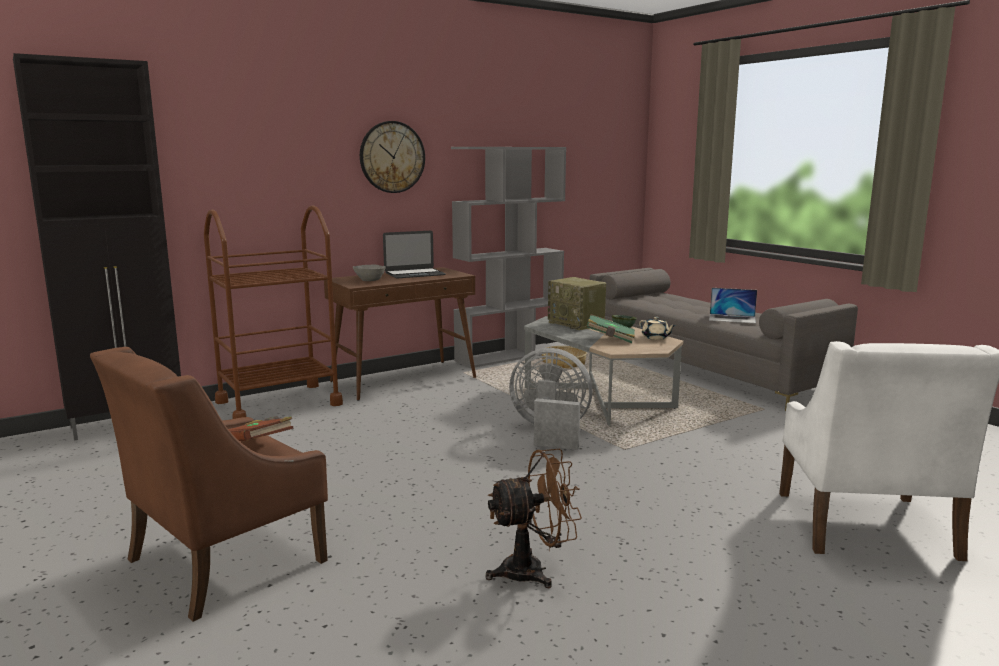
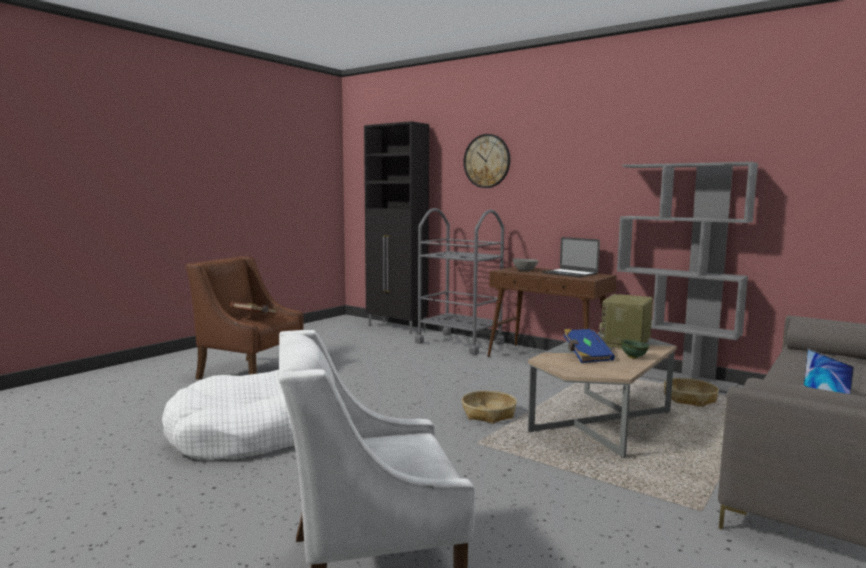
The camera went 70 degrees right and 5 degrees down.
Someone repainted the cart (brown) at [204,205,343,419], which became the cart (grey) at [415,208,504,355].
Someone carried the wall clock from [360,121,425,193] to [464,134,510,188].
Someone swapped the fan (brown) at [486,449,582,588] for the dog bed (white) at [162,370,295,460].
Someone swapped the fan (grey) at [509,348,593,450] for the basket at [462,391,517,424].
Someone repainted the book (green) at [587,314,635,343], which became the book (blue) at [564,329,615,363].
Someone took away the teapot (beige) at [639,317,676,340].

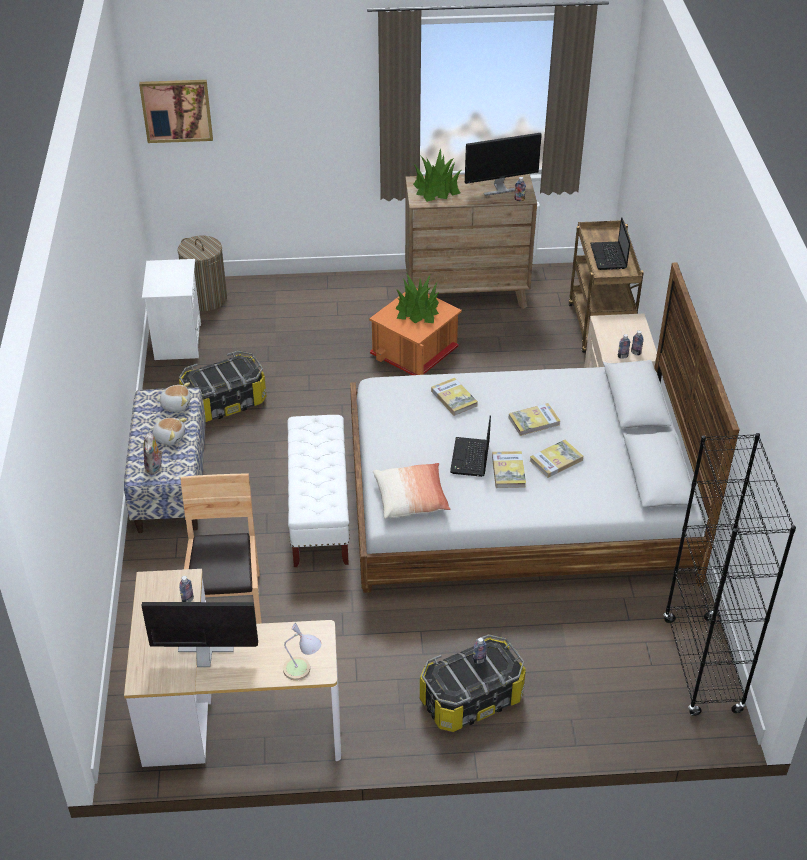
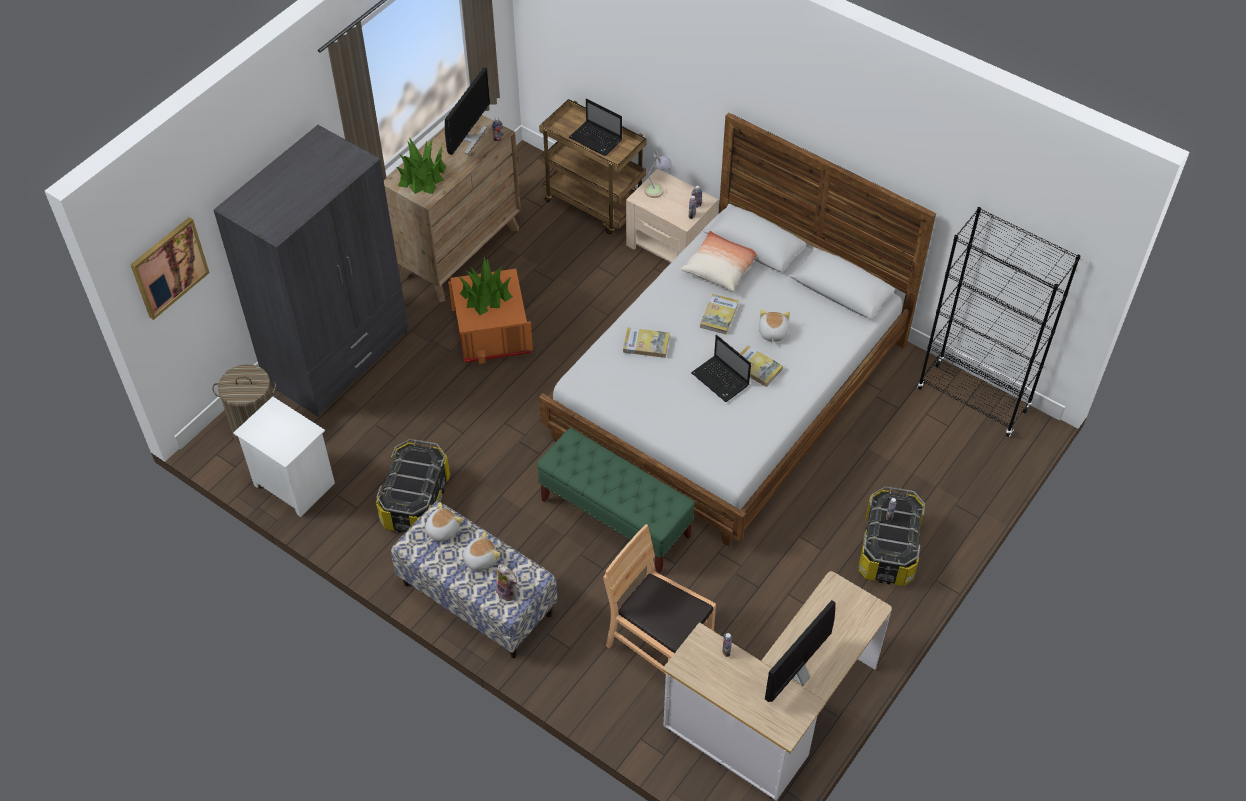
The camera went 50 degrees left and 10 degrees up.
Someone carried the table lamp from [283,623,321,681] to [644,151,672,198].
Someone repainted the bench (white) at [287,415,350,567], which became the bench (green) at [537,428,695,574].
Someone carried the pillow from [373,463,451,519] to [680,231,757,292].
Someone swapped the book at [530,440,583,478] for the plush toy at [759,309,790,344].
Someone put down the wardrobe (grey) at [214,125,408,417].

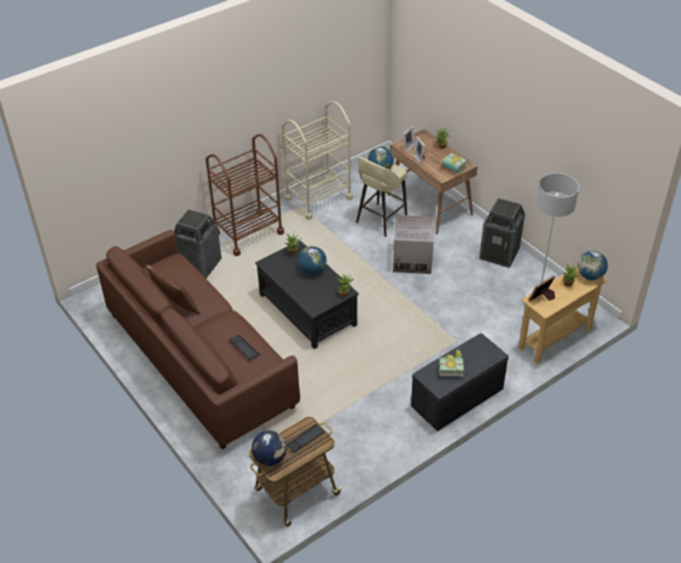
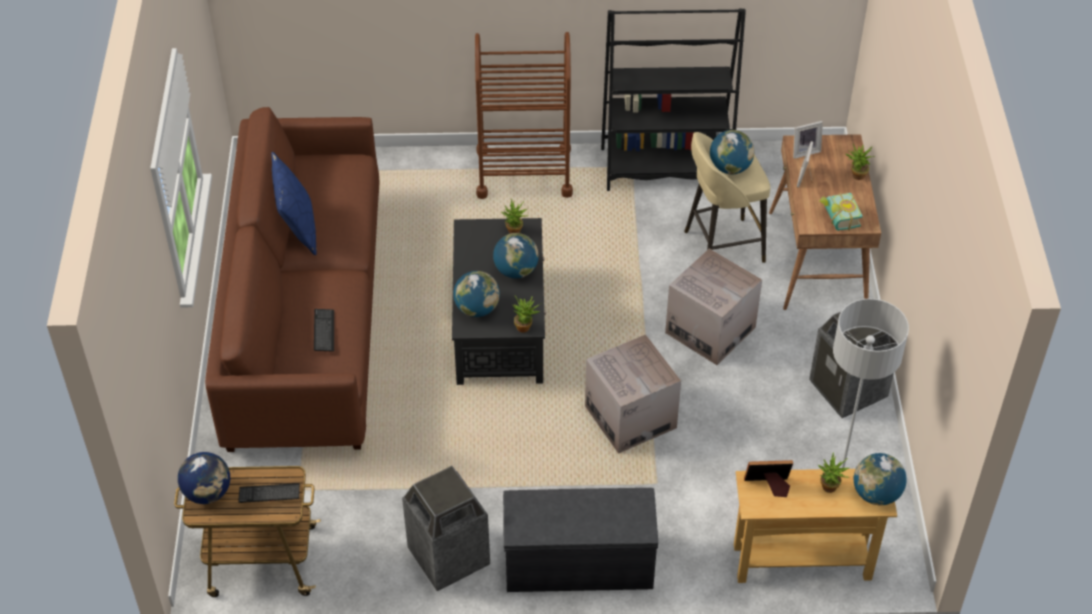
The camera went 35 degrees right and 5 degrees up.
Someone repainted the pillow (brown) at [145,265,200,314], which became the pillow (blue) at [271,152,317,255].
Someone carried the trash can from [174,209,222,278] to [402,466,490,591].
Someone swapped the cart (beige) at [282,101,353,220] for the bookcase (black) at [601,8,746,191].
Someone took away the book at [438,349,464,377].
Someone put down the globe at [453,271,500,317].
Someone put down the cardboard box at [585,334,681,454].

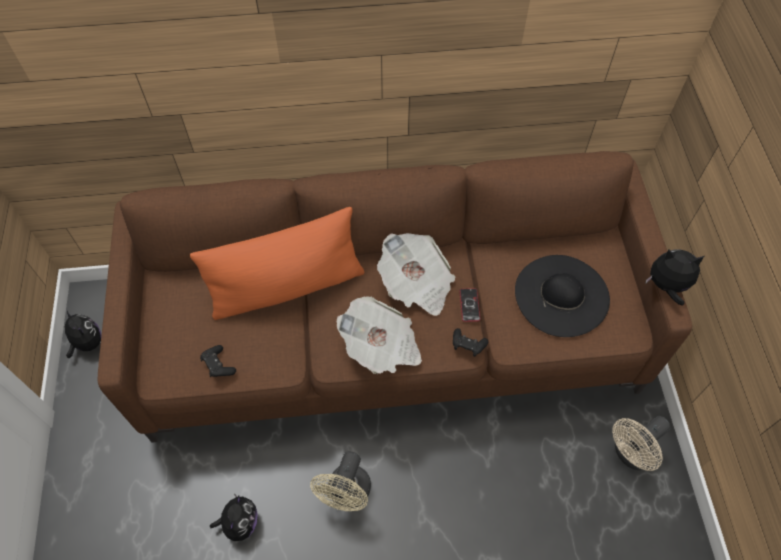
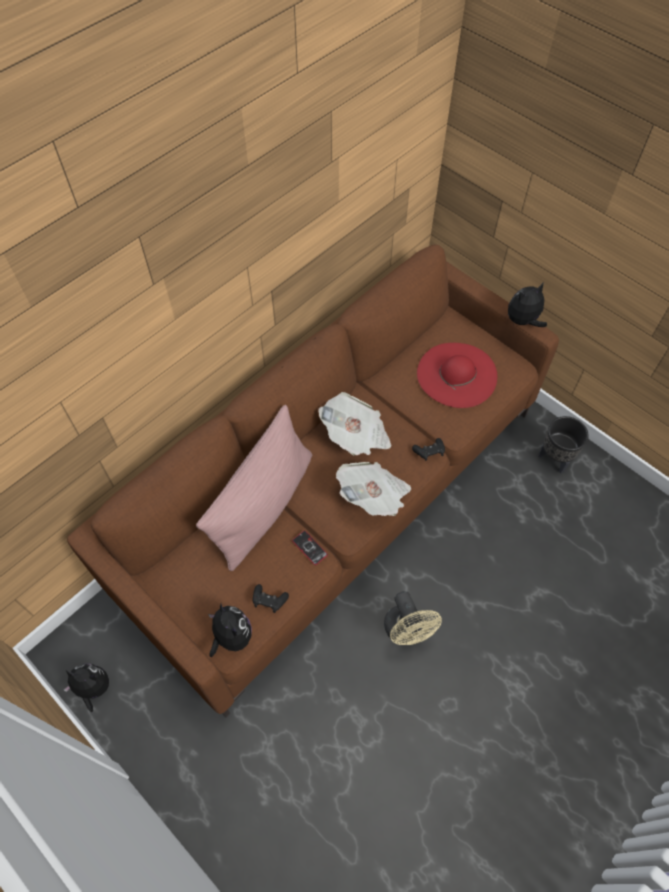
The camera went 40 degrees left and 0 degrees up.
Someone repainted the pillow (orange) at [190,207,364,320], which became the pillow (pink) at [196,405,312,571].
Someone carried the plush toy from [210,493,258,541] to [208,604,252,657].
Someone carried the phone from [459,288,480,322] to [292,531,328,565].
Someone repainted the hat (black) at [515,255,610,337], which became the hat (red) at [417,343,497,408].
Someone swapped the fan (beige) at [612,416,670,471] for the planter (black) at [538,416,589,473].

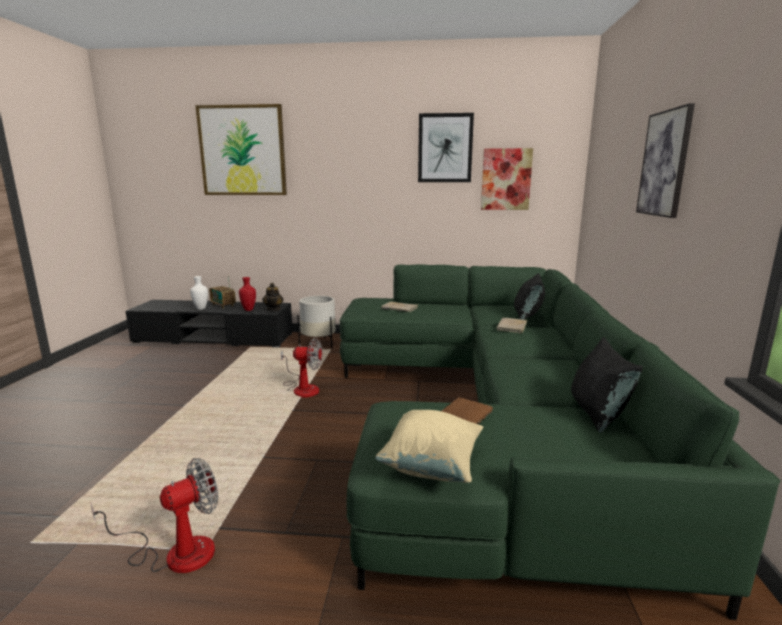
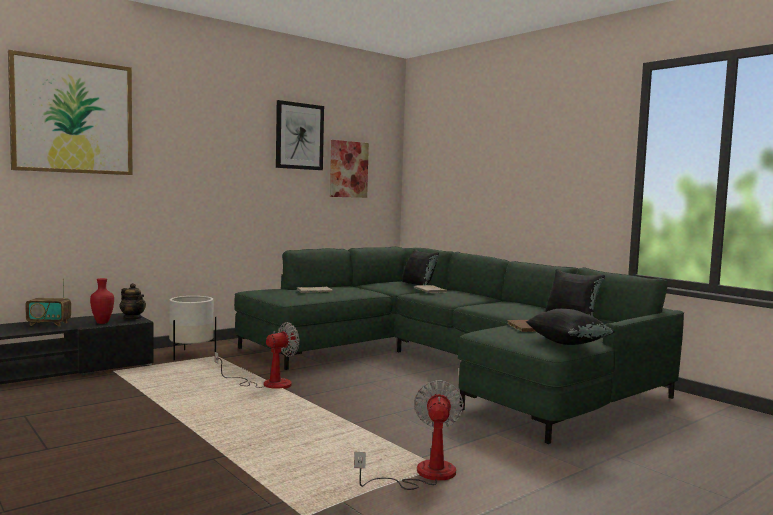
The camera went 45 degrees left and 10 degrees down.
Someone took away the vase (white) at [190,276,208,310].
Someone repainted the pillow (beige) at [375,410,483,483], which became the pillow (black) at [526,309,615,345].
Someone took away the picture at [636,103,695,218].

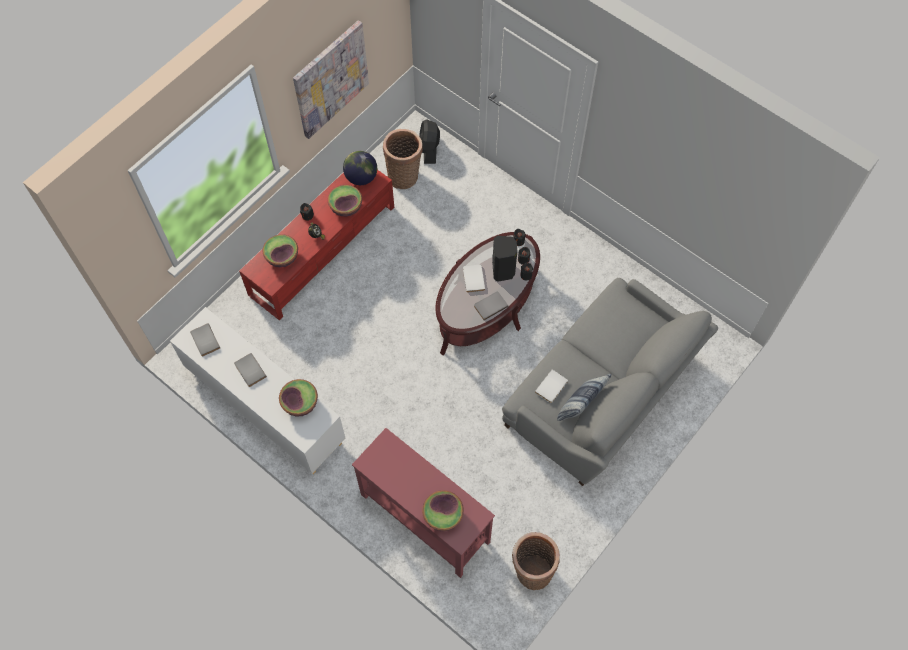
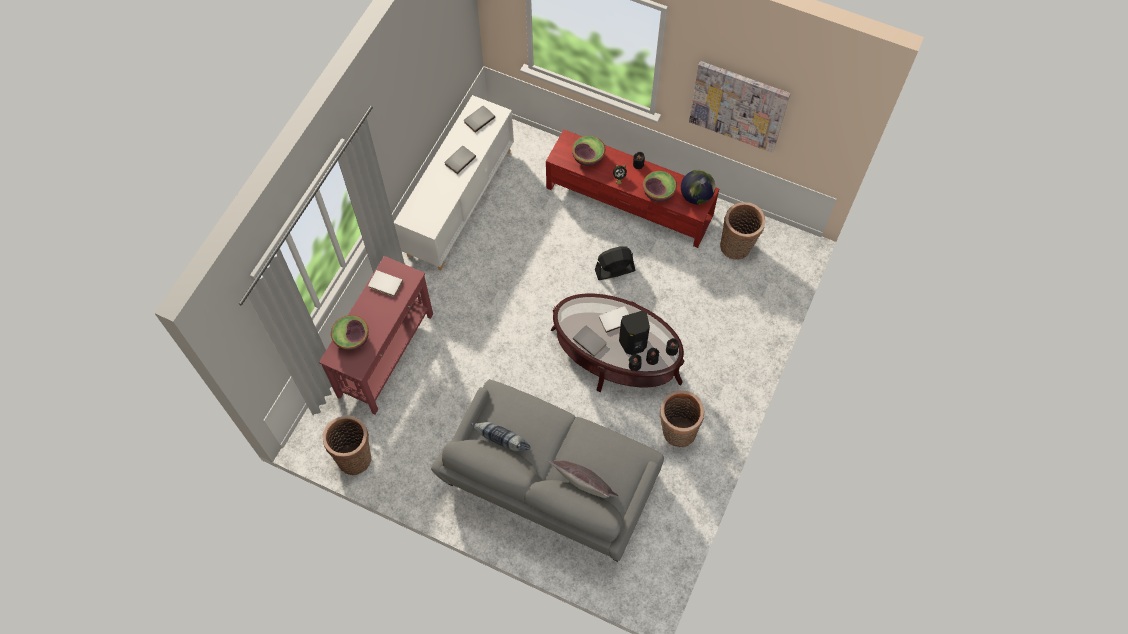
The camera went 75 degrees right and 0 degrees up.
Someone took away the bowl at [279,379,318,417].
Someone carried the fan (black) from [419,119,440,164] to [595,246,635,280].
Someone carried the book (white) from [535,369,568,403] to [368,270,403,297].
Someone put down the pillow (grey) at [549,460,618,498].
Someone put down the basket at [660,390,704,447].

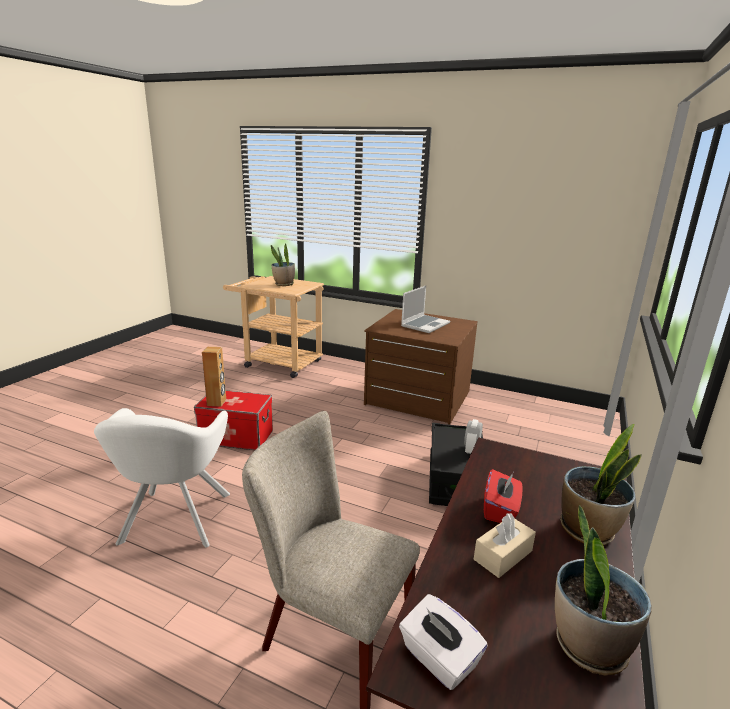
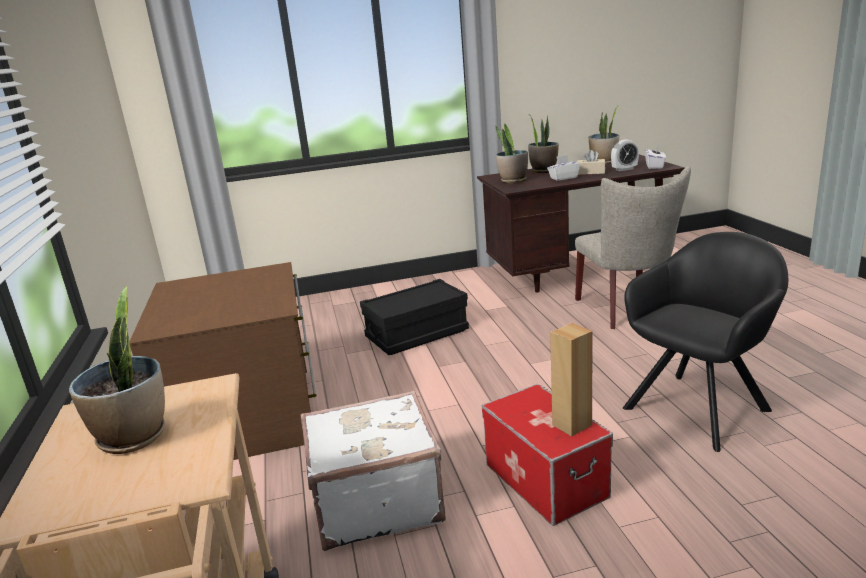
The camera went 125 degrees left and 0 degrees up.
Someone repainted the armchair (white) at [94,408,230,547], which became the armchair (black) at [623,232,788,452].
Someone took away the laptop at [401,286,450,333].
Someone carried the alarm clock from [464,419,483,454] to [611,139,639,171].
Someone repainted the tissue box (red) at [484,469,523,523], which became the tissue box (white) at [547,155,580,181].
Someone put down the suitcase (white) at [301,390,446,551].
Someone put down the potted plant at [496,124,528,183].

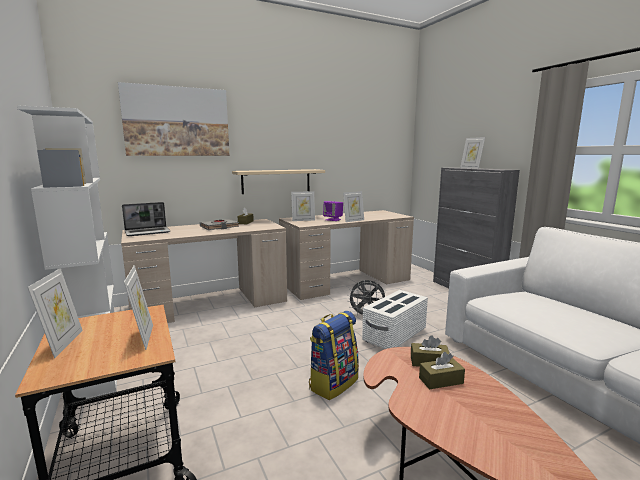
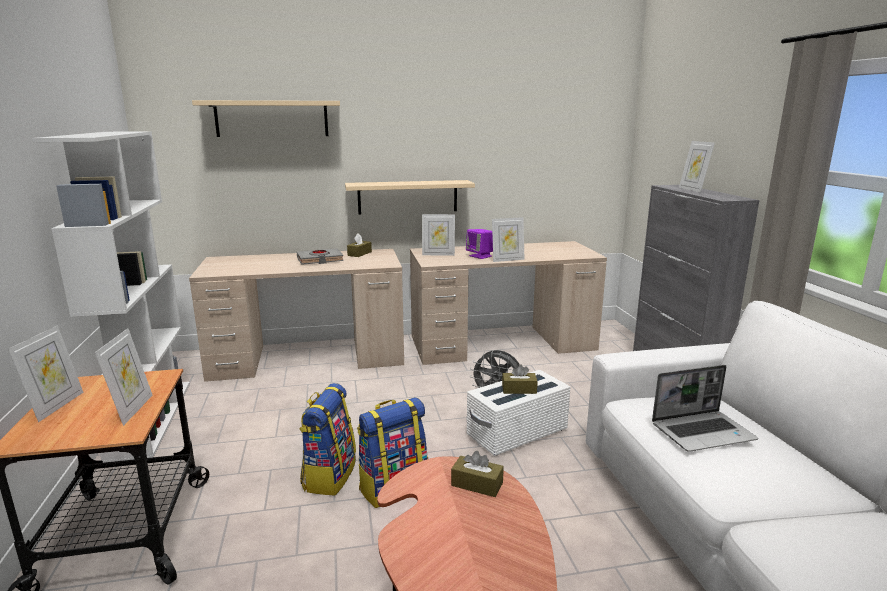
The camera went 15 degrees right and 5 degrees up.
Someone swapped the picture at [118,82,230,156] for the shelf (beige) at [192,100,340,137].
Someone carried the laptop from [122,202,170,236] to [652,365,758,452].
Someone carried the tissue box (brown) from [419,352,465,390] to [502,364,538,394].
Someone put down the backpack at [299,383,356,495].

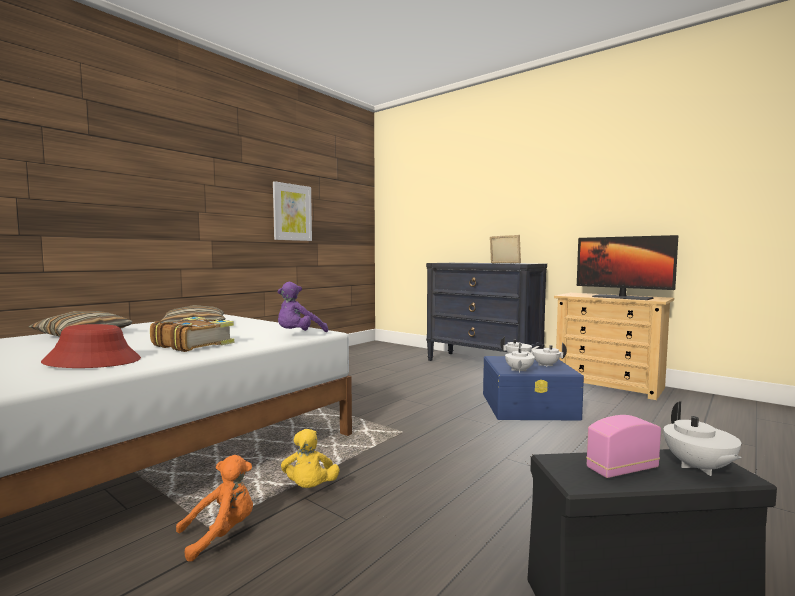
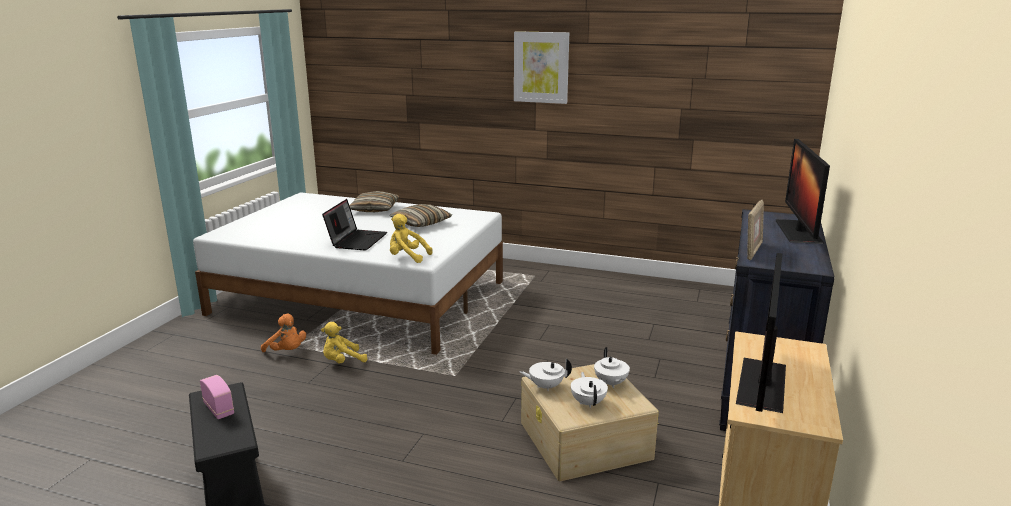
The camera went 70 degrees right and 15 degrees up.
Someone took away the hat (red) at [41,324,141,368].
Someone swapped the book at [150,317,234,352] for the laptop at [322,199,387,250].
Someone carried the picture from [273,181,312,241] to [514,31,569,104].
Someone repainted the plush toy (purple) at [278,282,328,332], which became the plush toy (yellow) at [390,214,433,263].
Someone repainted the storage box (blue) at [483,356,584,420], which became the storage box (beige) at [521,364,659,481].
Someone took away the teapot (white) at [664,402,742,476].
Someone put down the monitor at [776,139,830,244].

